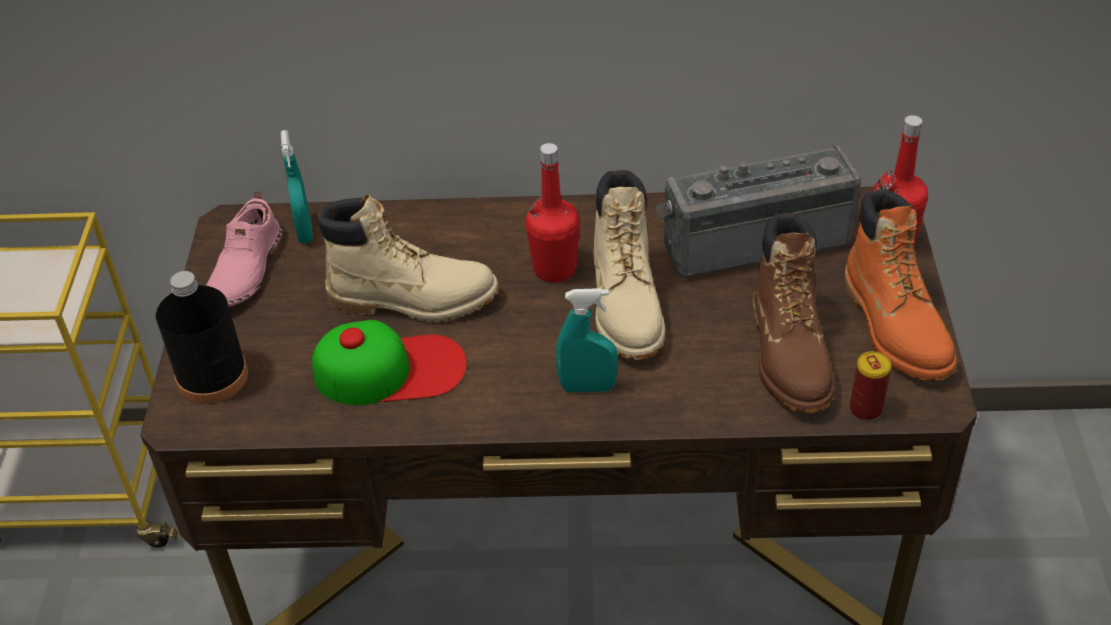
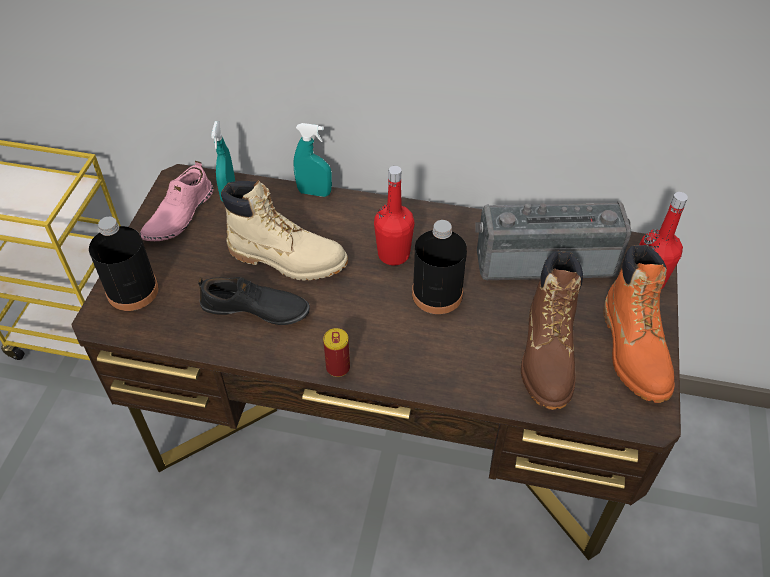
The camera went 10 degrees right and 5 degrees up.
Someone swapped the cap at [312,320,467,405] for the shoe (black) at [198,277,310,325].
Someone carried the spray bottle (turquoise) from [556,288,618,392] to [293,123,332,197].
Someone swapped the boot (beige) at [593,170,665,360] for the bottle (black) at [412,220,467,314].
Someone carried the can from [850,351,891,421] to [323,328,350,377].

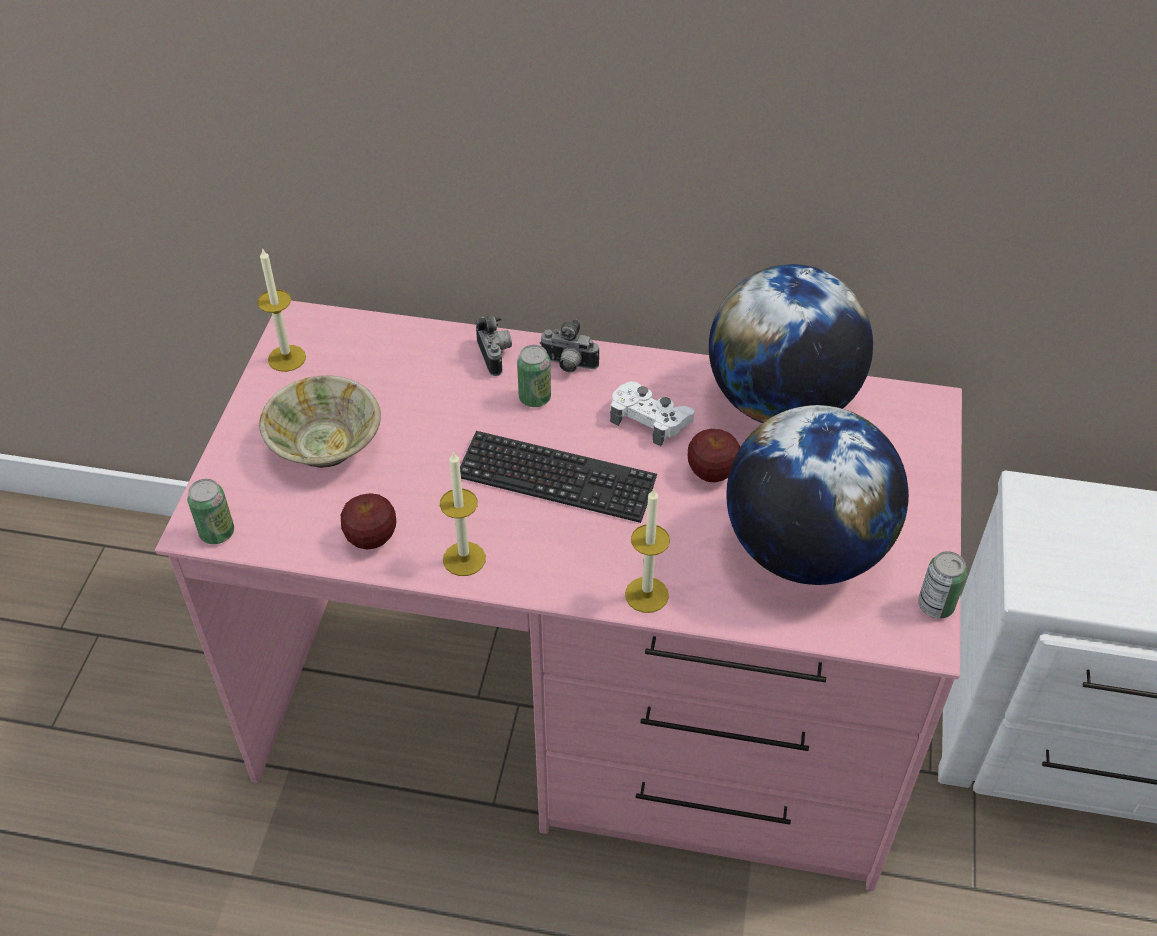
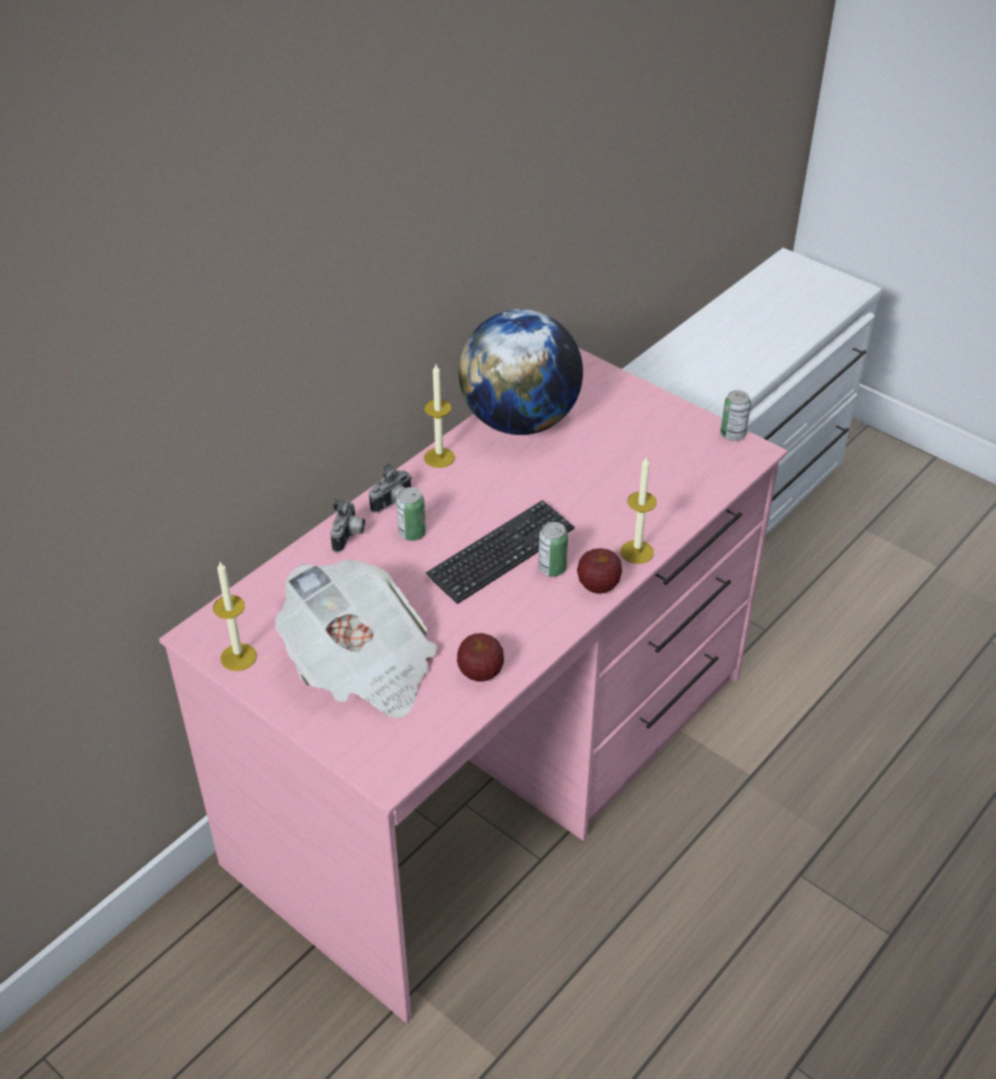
The camera went 60 degrees left and 5 degrees down.
Someone carried the can from [187,479,234,544] to [538,522,568,577].
Someone swapped the bowl (beige) at [259,375,381,468] for the newspaper at [275,560,438,719].
Someone carried the candle from [440,451,486,576] to [424,364,455,468].
Someone rotated the photo camera at [476,316,512,376] by 90 degrees clockwise.
Someone took away the game controller (white) at [610,381,695,446].
Someone carried the apple from [688,429,740,482] to [577,548,622,594].
Someone took away the globe at [726,405,909,585].

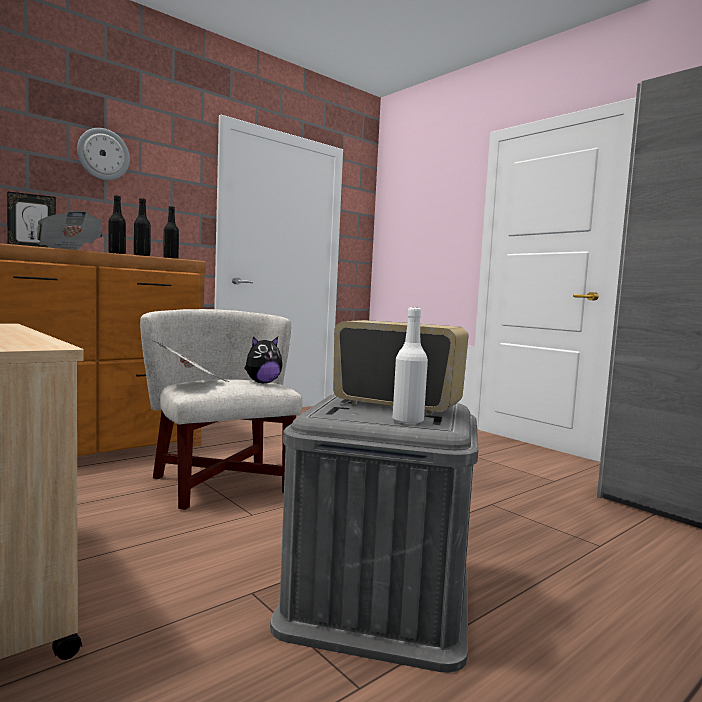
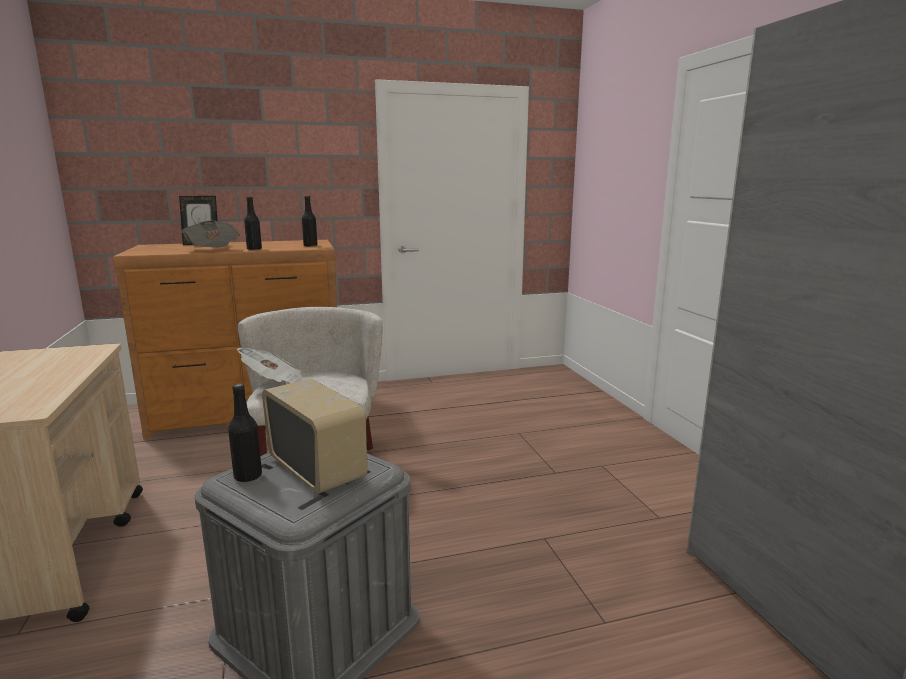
The camera went 25 degrees right and 10 degrees up.
Someone took away the wall clock at [77,128,130,180].
Someone carried the bottle (black) from [134,198,151,256] to [228,384,262,482].
Someone took away the plush toy at [244,337,282,383].
Someone took away the bottle (white) at [393,308,428,424].

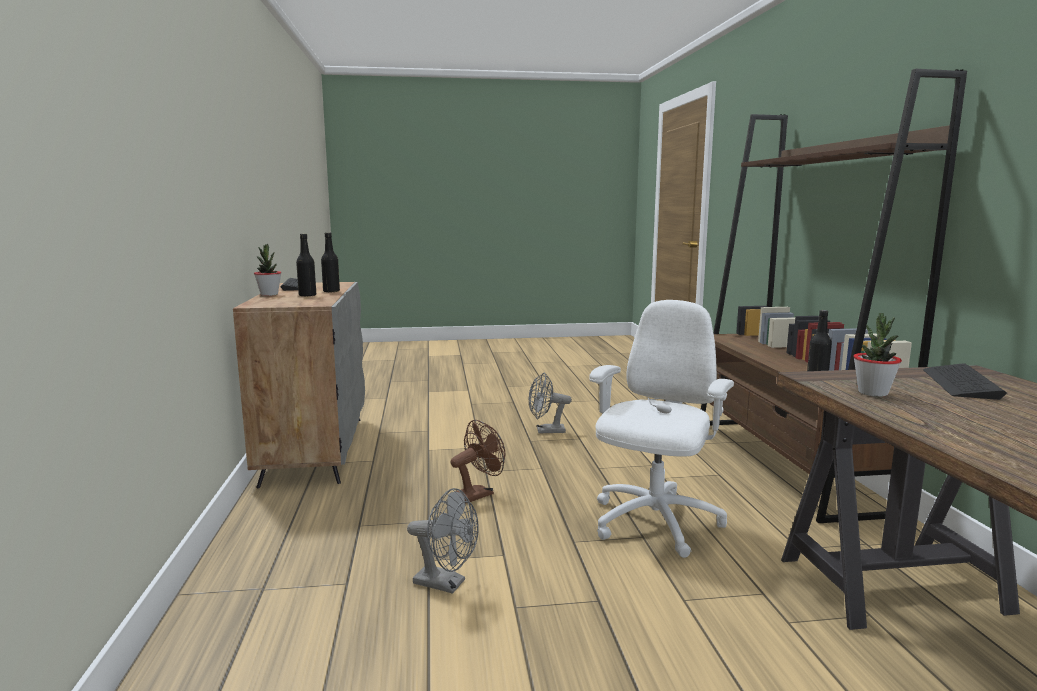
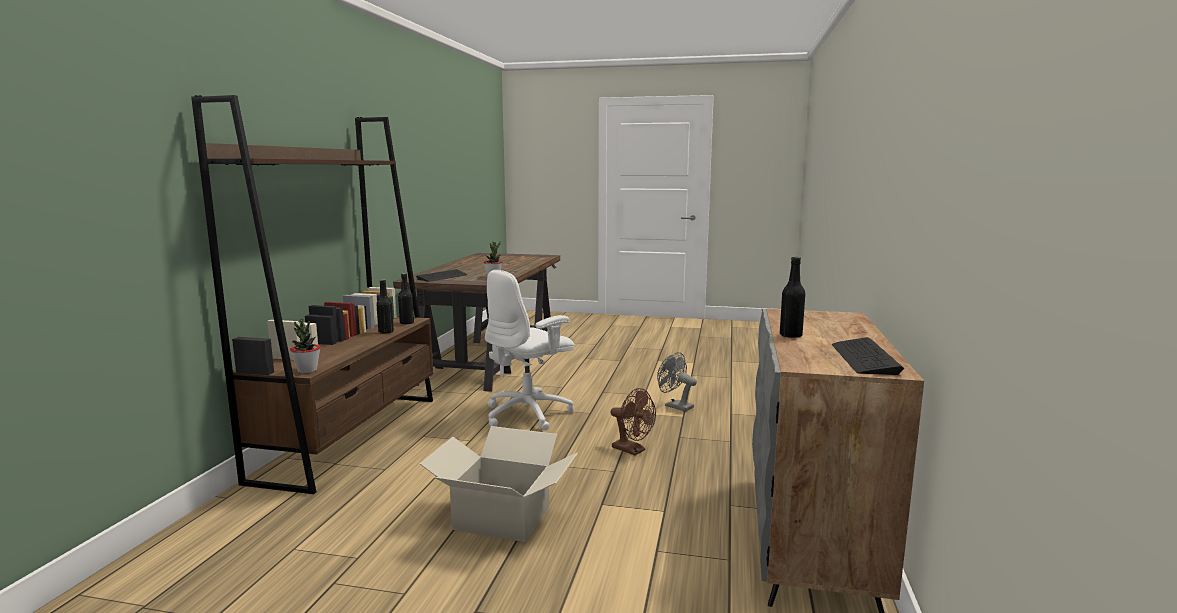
The camera went 160 degrees left and 0 degrees up.
Someone carried the potted plant from [254,244,281,296] to [290,319,320,374].
Someone carried the bottle (black) from [296,234,316,297] to [376,280,394,334].
Someone rotated the fan (brown) at [451,420,505,502] by 120 degrees counterclockwise.
Someone swapped the fan (grey) at [529,373,572,434] for the cardboard box at [420,426,578,542].

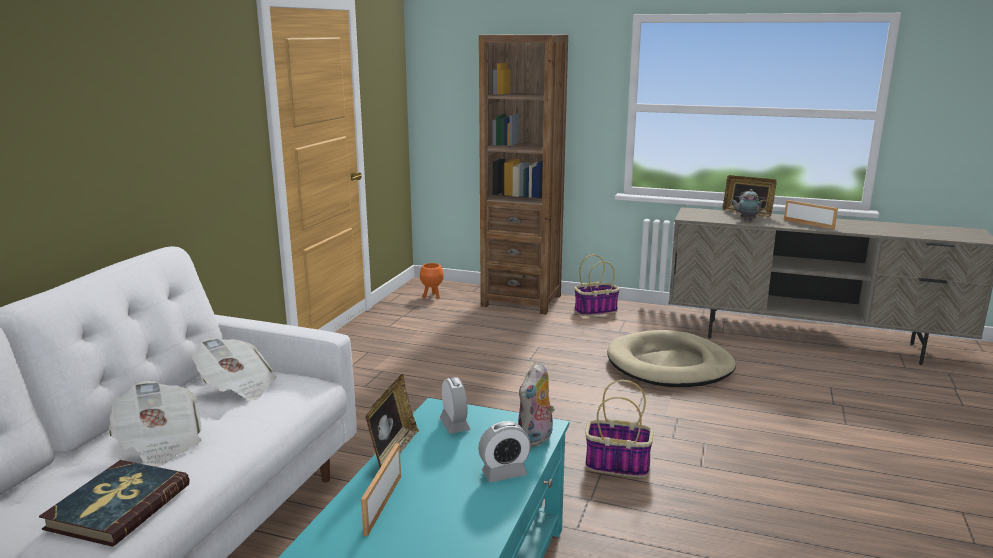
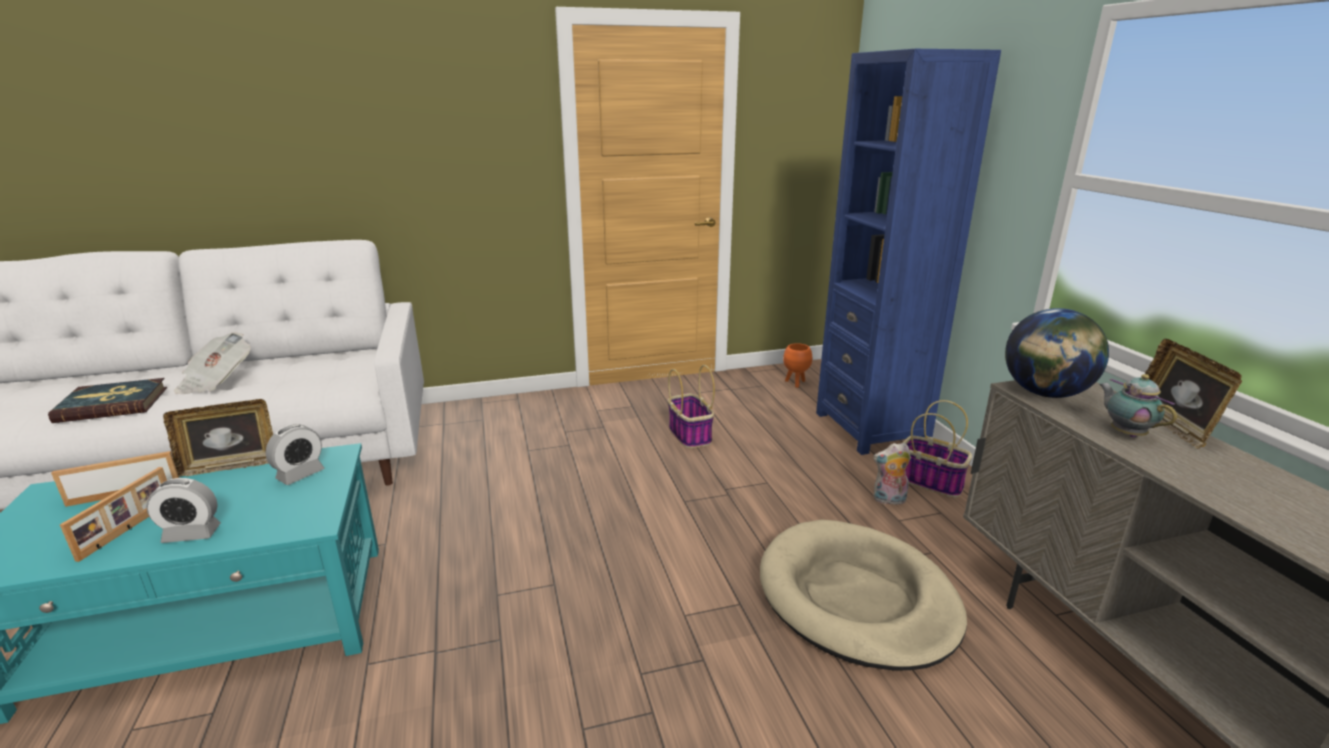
The camera went 55 degrees right and 5 degrees up.
Someone took away the newspaper at [192,338,277,400].
Someone rotated the alarm clock at [478,421,531,482] by 45 degrees counterclockwise.
Someone repainted the bookcase (brown) at [479,35,568,314], which became the bookcase (blue) at [816,49,1001,455].
Someone carried the plush toy from [518,362,555,447] to [873,443,911,505].
Someone carried the basket from [585,380,654,478] to [668,365,715,448].
Someone carried the picture frame from [784,200,838,229] to [60,467,167,562].
Someone put down the globe at [1005,308,1109,398].

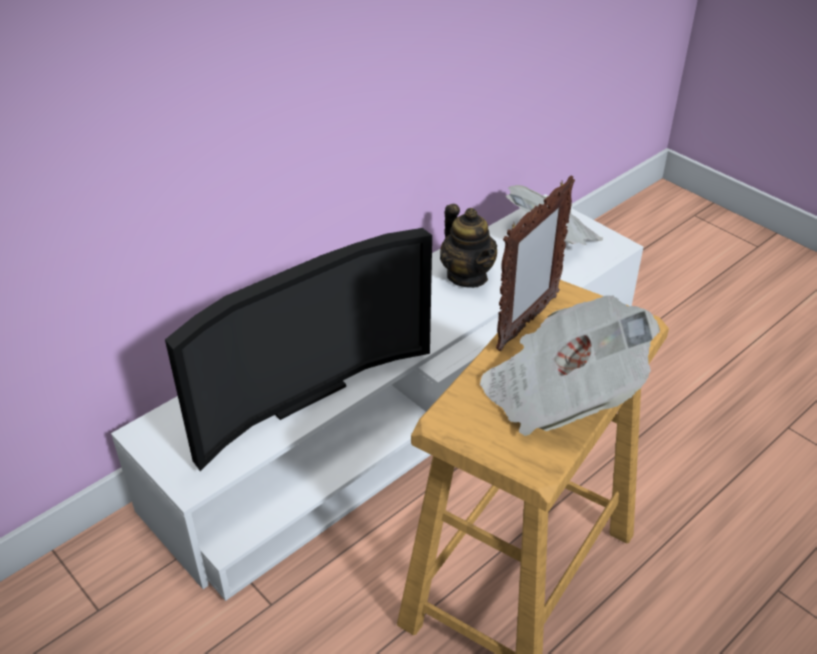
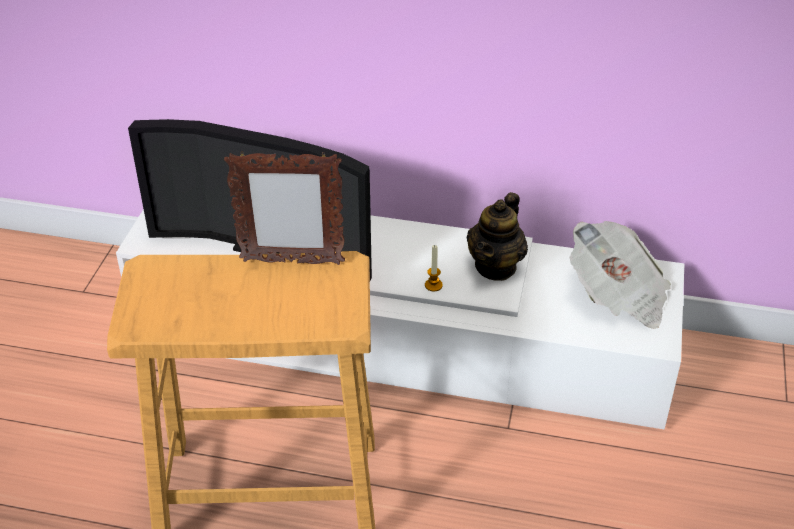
The camera went 55 degrees right and 0 degrees up.
Someone took away the newspaper at [480,295,660,436].
Someone put down the candle at [425,245,443,292].

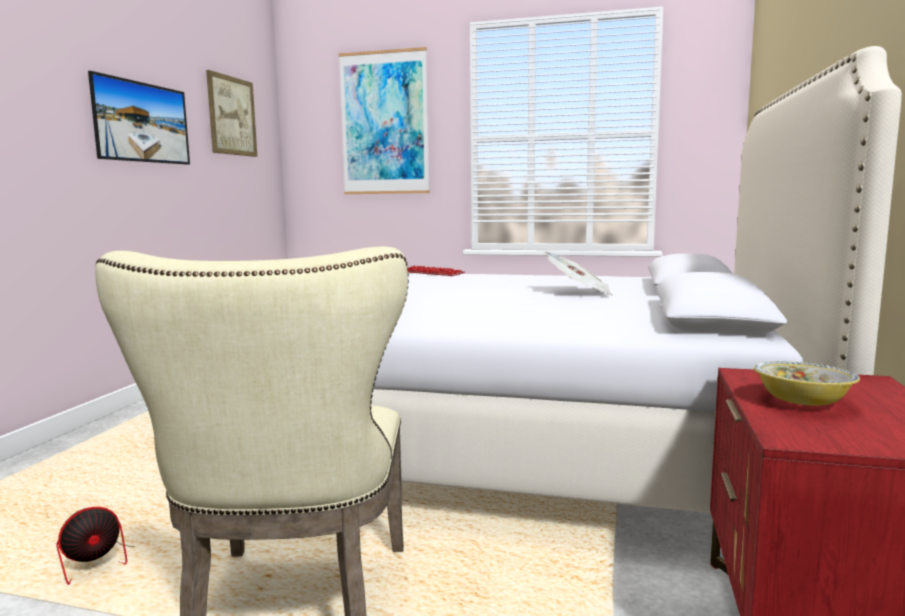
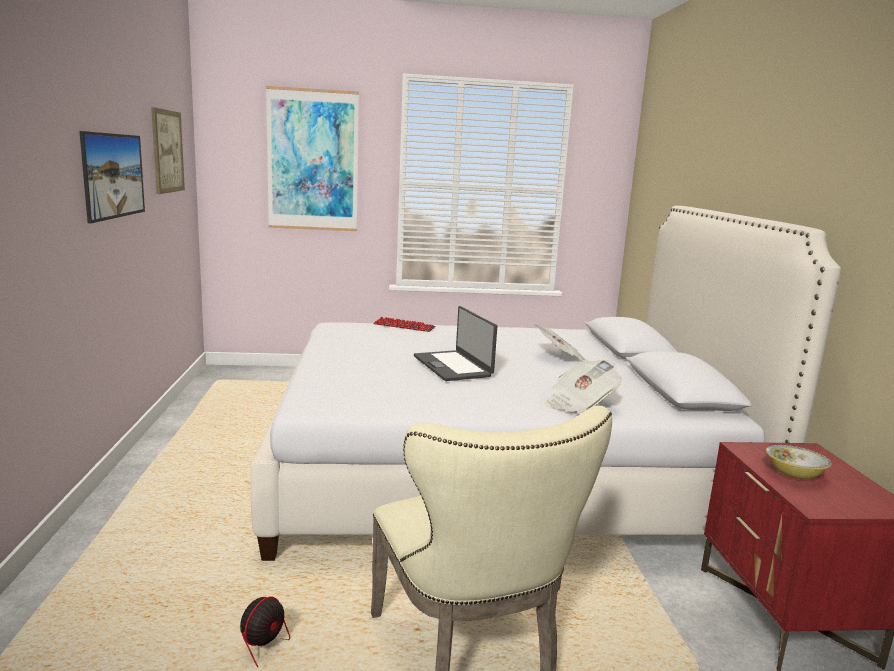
The camera went 20 degrees left and 5 degrees up.
Someone put down the laptop at [414,306,497,381].
Someone put down the newspaper at [545,360,622,413].

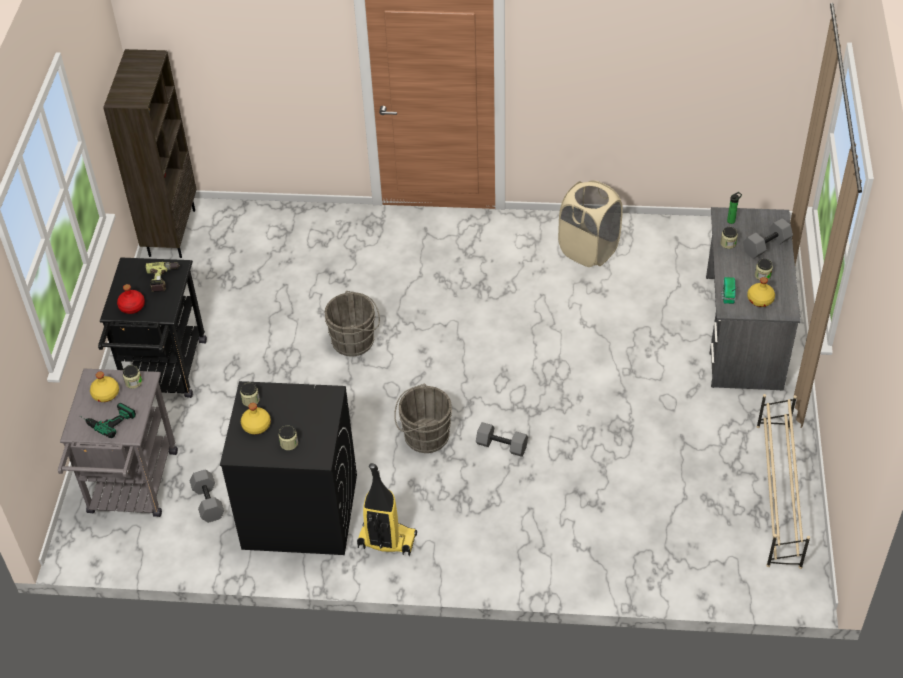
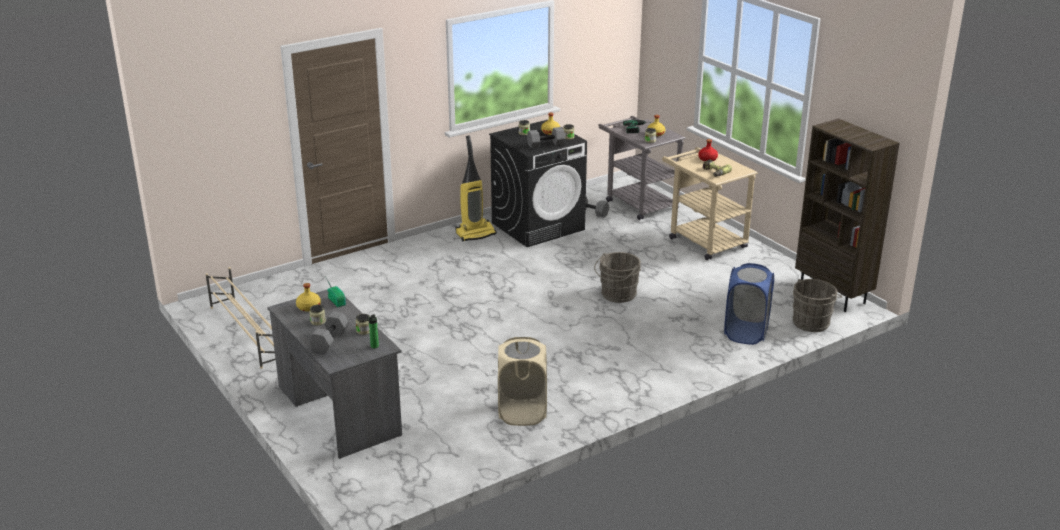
The camera went 140 degrees right and 20 degrees down.
Someone repainted the cart (black) at [98,257,207,398], which became the cart (beige) at [662,147,758,260].
Someone carried the bucket (grey) from [394,384,452,453] to [793,279,842,332].
Someone carried the dumbbell (grey) from [476,422,528,457] to [527,127,565,148].
Someone put down the laundry basket (blue) at [724,263,774,345].

